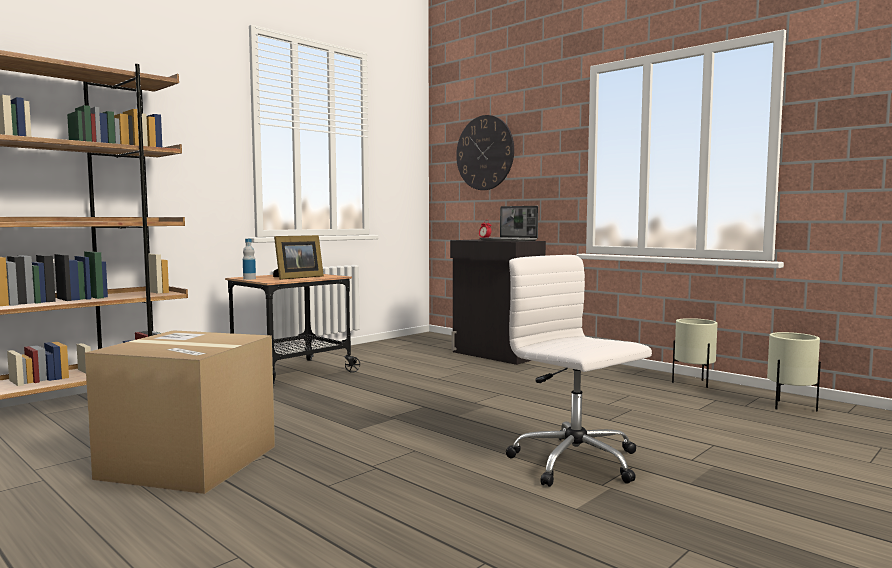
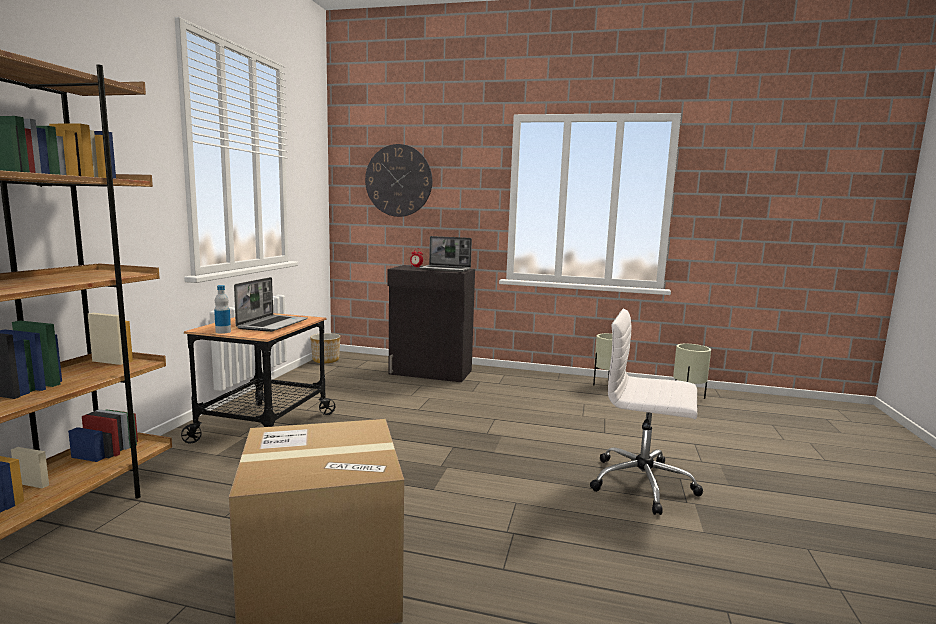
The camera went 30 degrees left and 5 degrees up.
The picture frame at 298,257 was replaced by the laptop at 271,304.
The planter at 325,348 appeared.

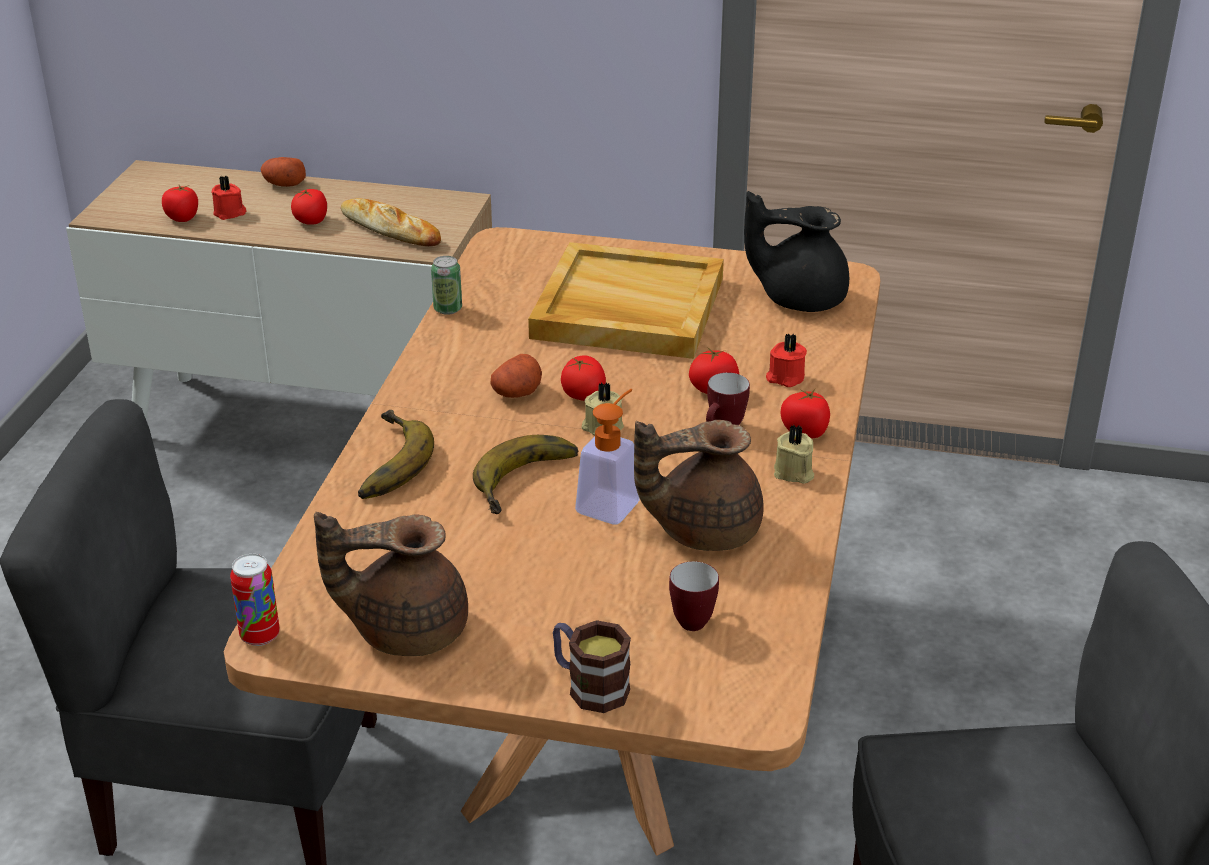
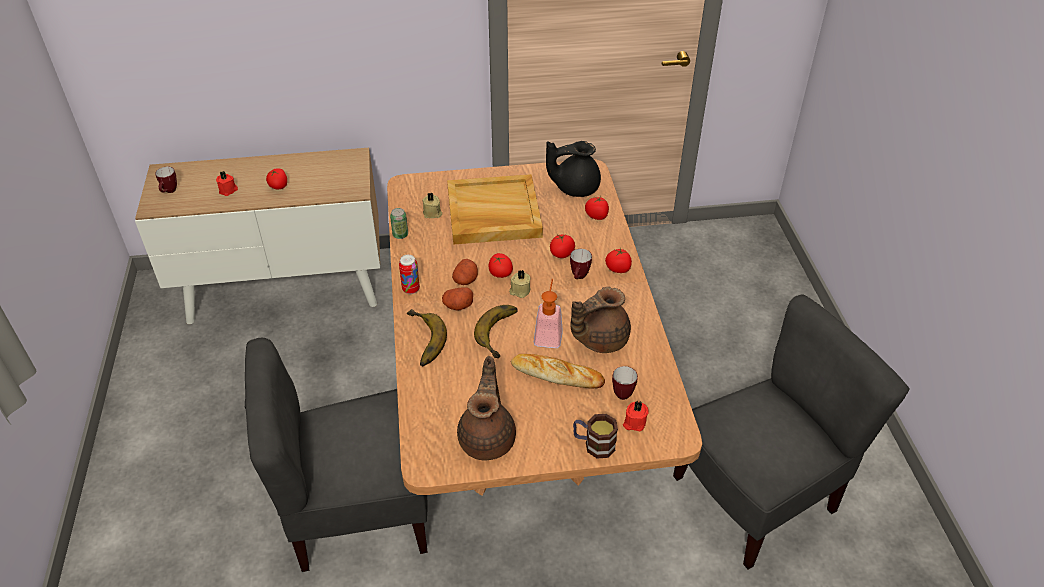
The camera went 20 degrees left and 10 degrees up.
The tomato moved from 180,203 to 597,208.
The can moved from 255,600 to 409,274.
The potato moved from 283,172 to 457,299.
The brown teapot at 391,584 turned 120 degrees clockwise.
The bread moved from 391,222 to 558,371.
The red candle moved from 786,360 to 636,415.
The beige candle moved from 794,454 to 432,205.
The mug at 166,179 appeared.

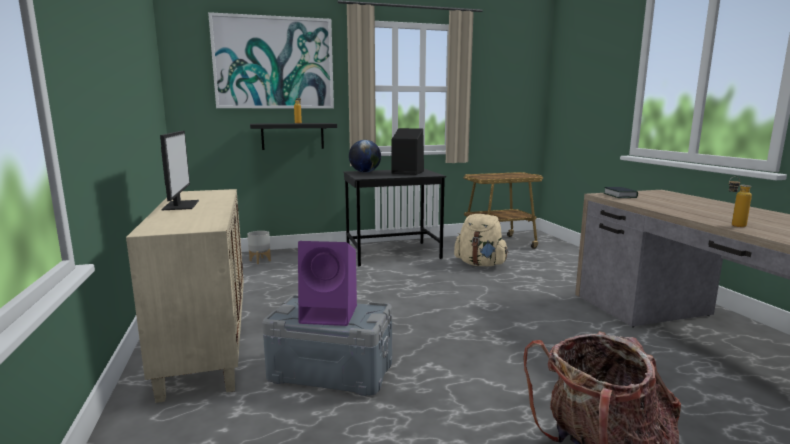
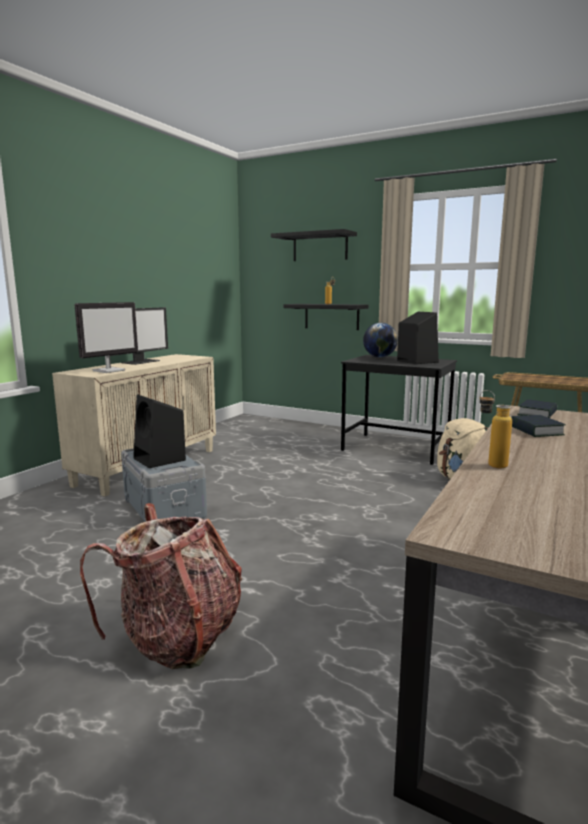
The camera went 45 degrees right and 0 degrees up.
The picture at 271,60 was replaced by the black shelf at 314,245.
The grey planter at 259,247 disappeared.
The purple speaker at 327,283 became the black speaker at 159,431.
The monitor at 106,337 appeared.
The book at 538,426 appeared.

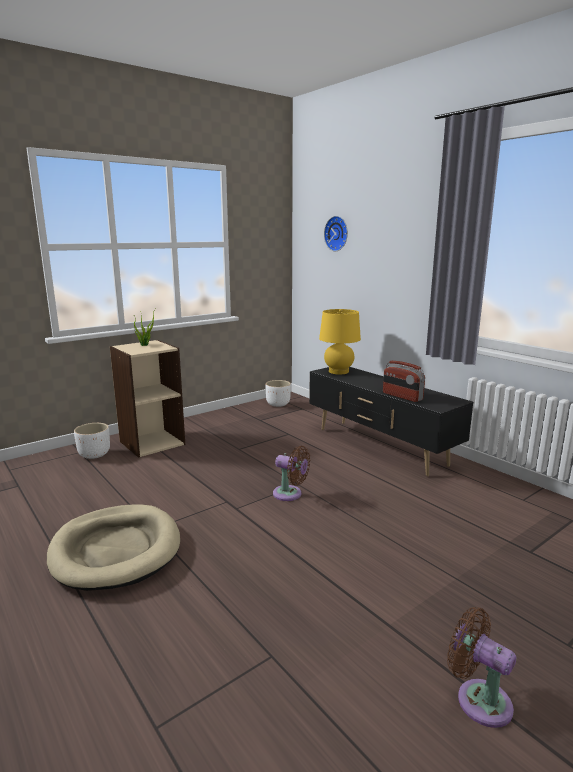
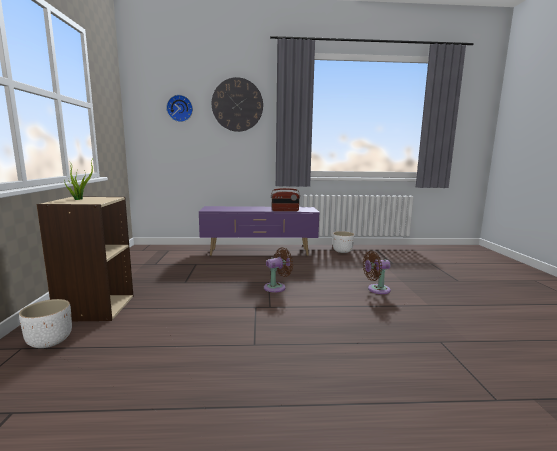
The camera went 55 degrees left and 5 degrees down.
The beige dog bed at 113,547 disappeared.
The white planter moved from 278,393 to 343,242.
The black tv stand at 391,421 became the purple tv stand at 259,231.
The yellow table lamp at 340,341 disappeared.
The brown fan moved from 481,667 to 377,272.
The wall clock at 237,104 appeared.

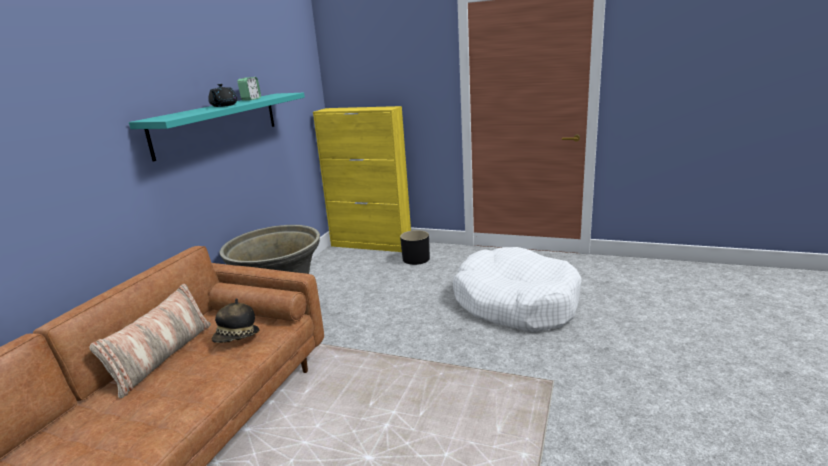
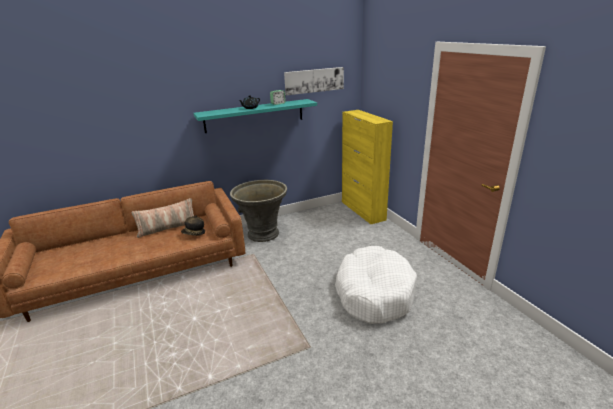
The camera went 45 degrees right and 5 degrees up.
The black planter at 415,247 disappeared.
The picture at 314,81 appeared.

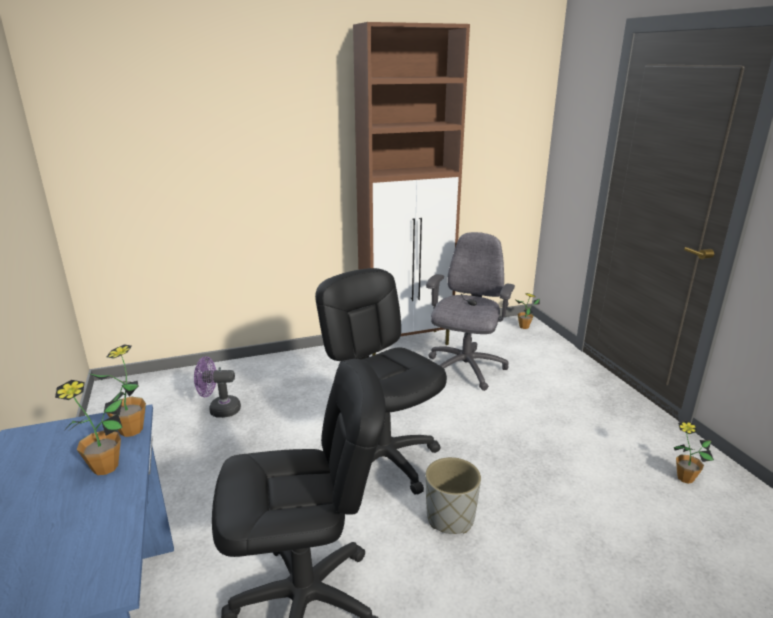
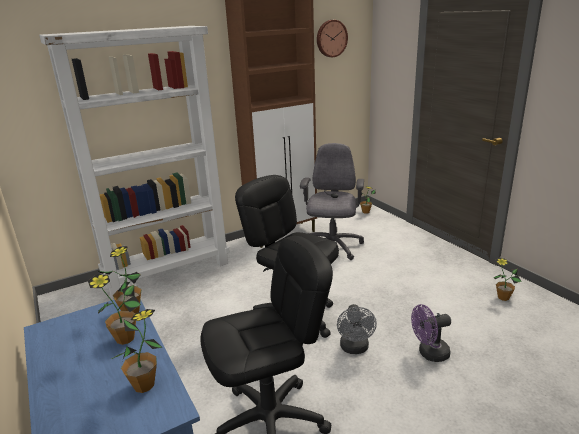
The camera went 10 degrees left and 0 degrees up.
The purple fan moved from 217,387 to 431,333.
The grey planter at 453,495 was replaced by the grey fan at 357,329.
The white bookcase at 134,162 appeared.
The potted plant at 137,351 appeared.
The wall clock at 332,38 appeared.

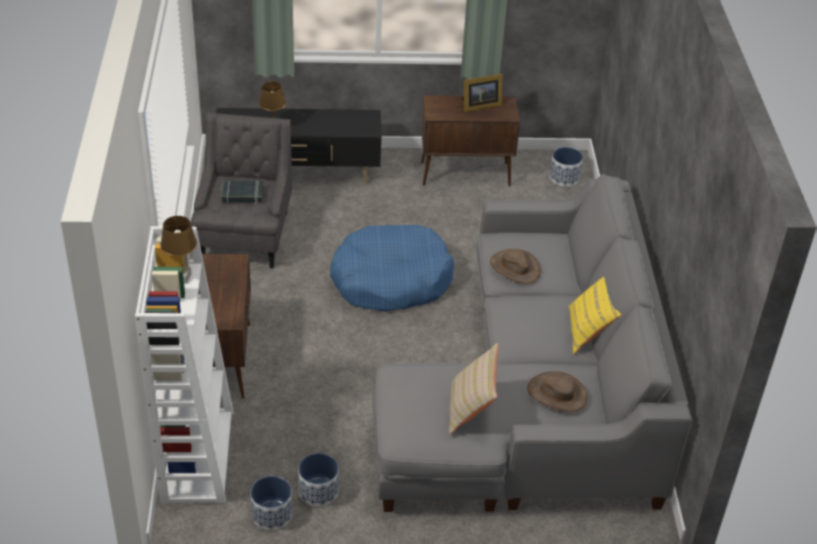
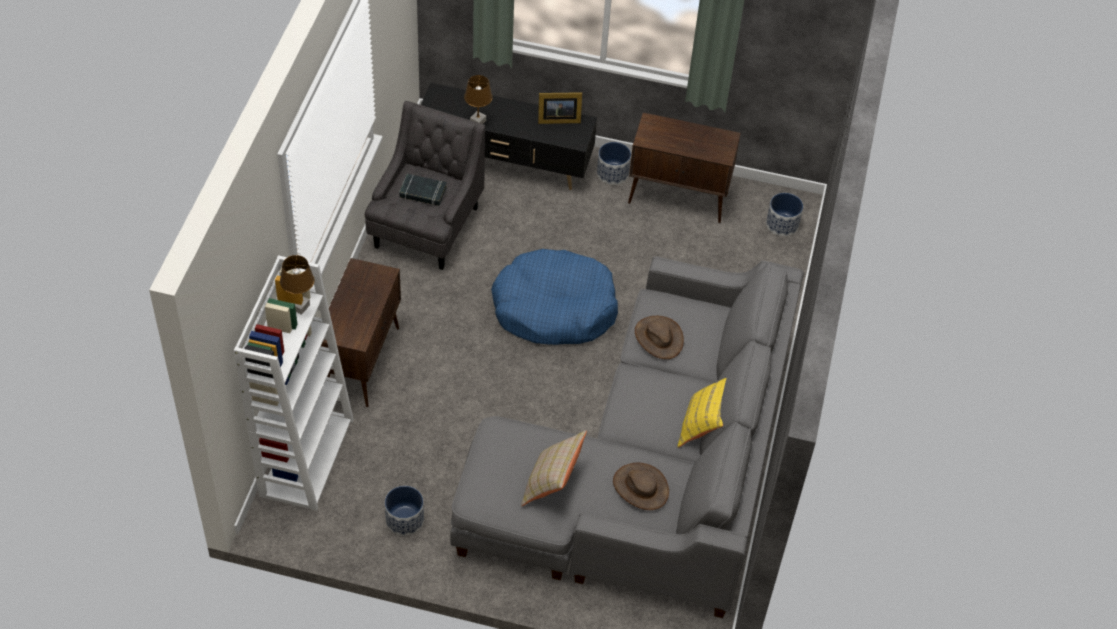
The camera went 15 degrees right and 10 degrees up.
The planter moved from 271,503 to 614,163.
The picture frame moved from 482,93 to 560,108.

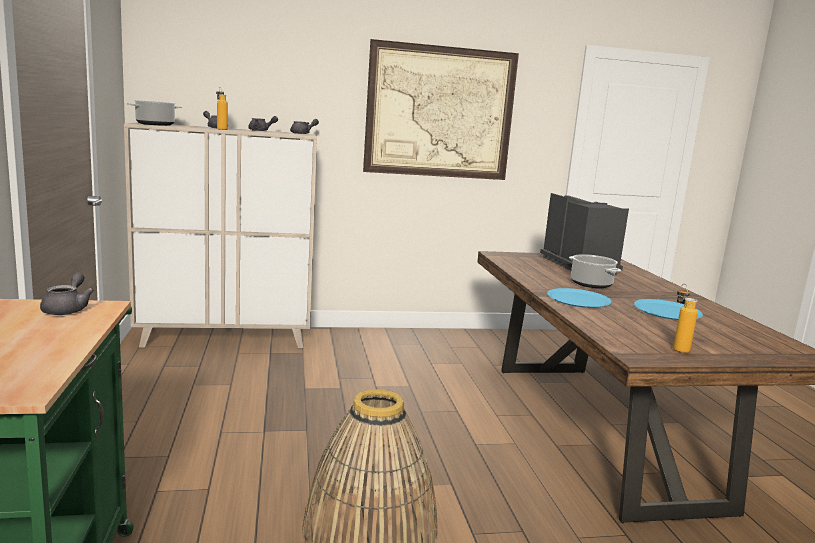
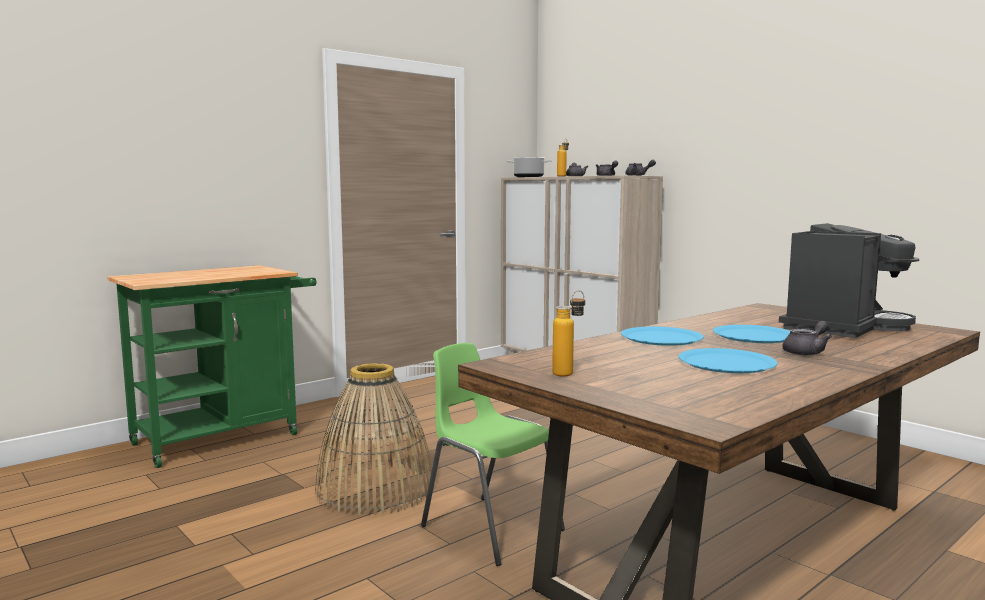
The camera went 60 degrees right and 5 degrees down.
The grey teapot moved from 67,293 to 807,338.
The picture at 441,109 disappeared.
The cooking pot at 595,271 was replaced by the blue plate at 751,334.
The green chair at 493,454 appeared.

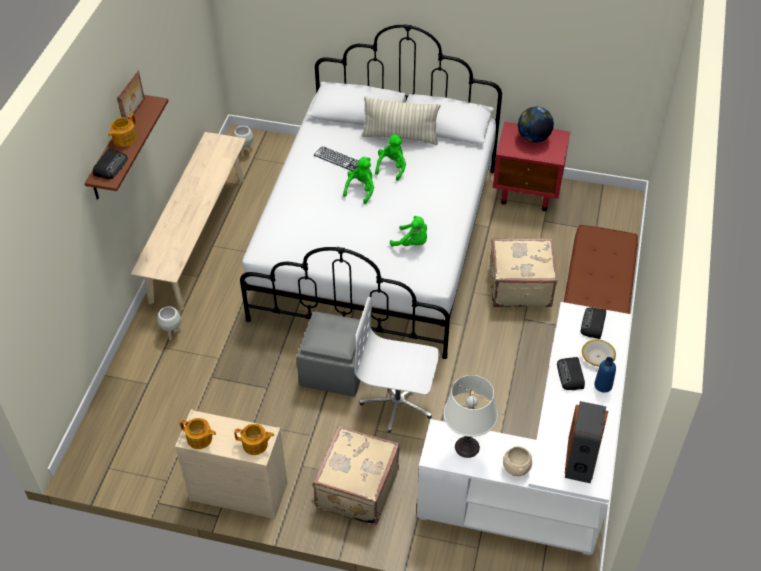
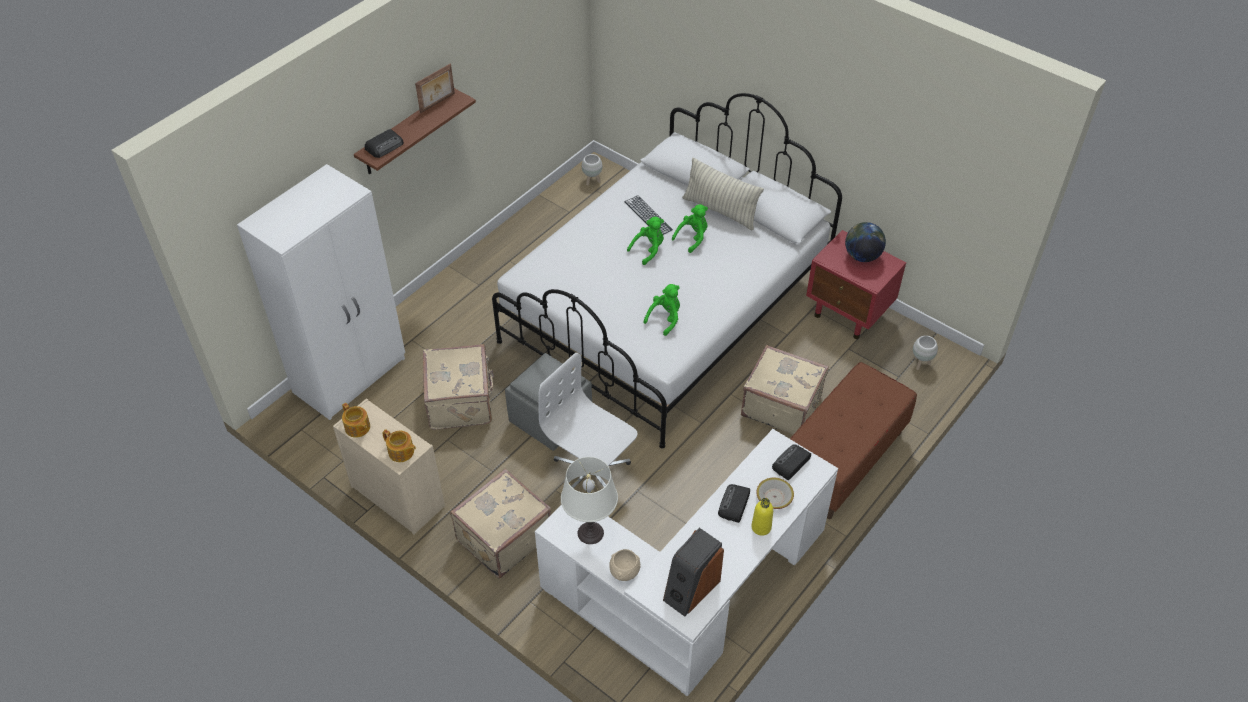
The camera went 25 degrees right and 0 degrees up.
The teapot at 122,130 disappeared.
The beige bench at 188,221 disappeared.
The white planter moved from 169,323 to 925,352.
The green plush toy at 408,231 turned 105 degrees counterclockwise.
The blue bottle at 605,375 became the yellow bottle at 762,517.
The white wardrobe at 321,292 appeared.
The beige suitcase at 458,387 appeared.

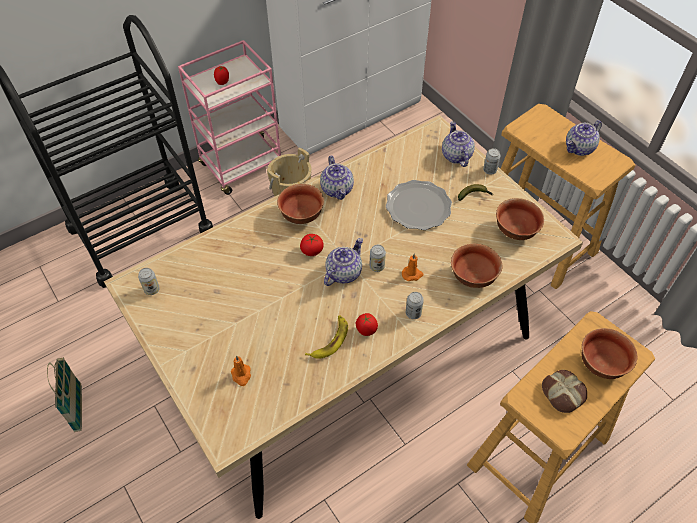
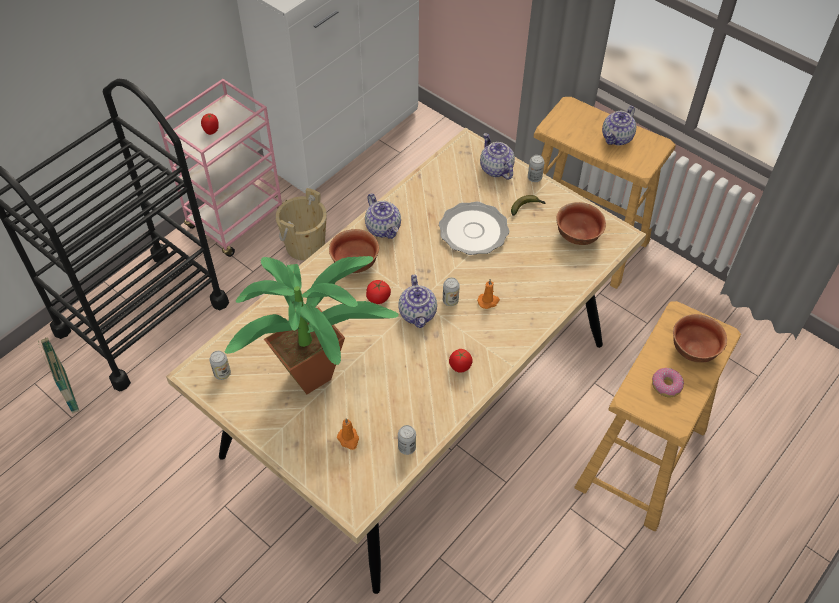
The camera went 15 degrees left and 0 degrees up.
The basket moved from 64,394 to 58,375.
The banana at 326,337 disappeared.
The teapot at 343,262 turned 150 degrees clockwise.
The can moved from 415,305 to 407,440.
The bowl at 477,266 disappeared.
The bread at 564,391 was replaced by the donut at 668,382.
The potted plant at 312,325 appeared.

